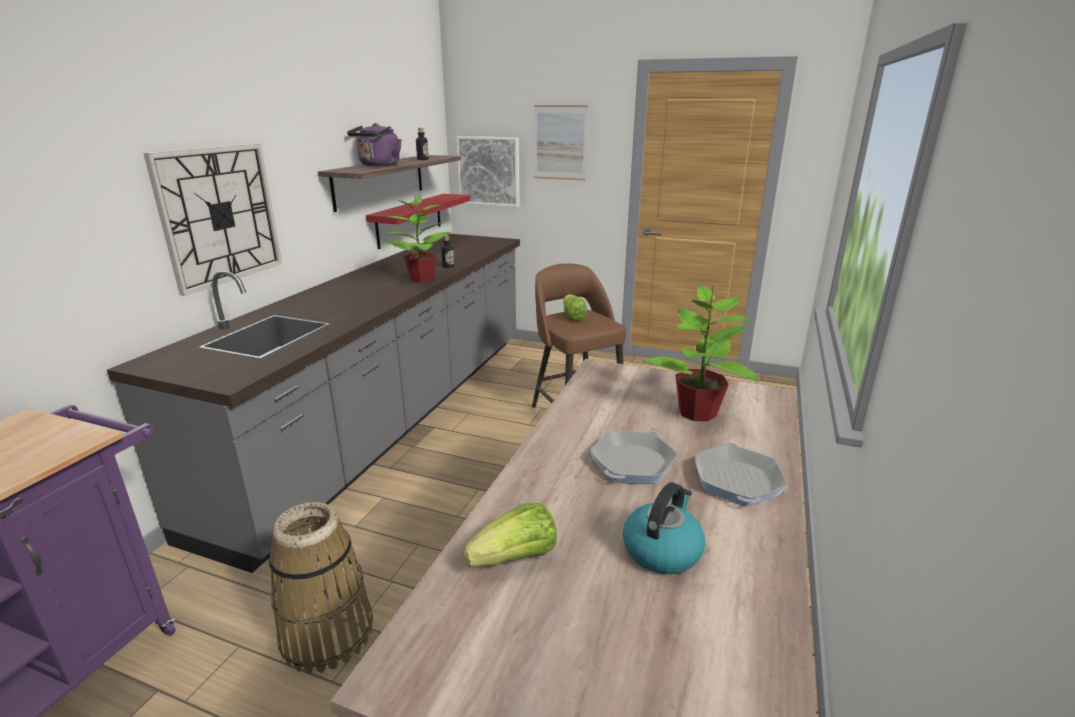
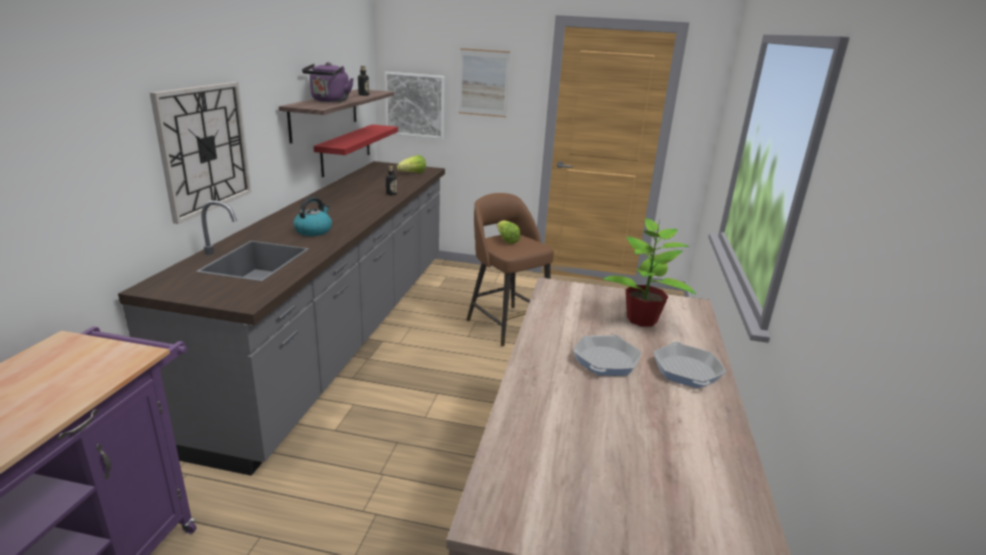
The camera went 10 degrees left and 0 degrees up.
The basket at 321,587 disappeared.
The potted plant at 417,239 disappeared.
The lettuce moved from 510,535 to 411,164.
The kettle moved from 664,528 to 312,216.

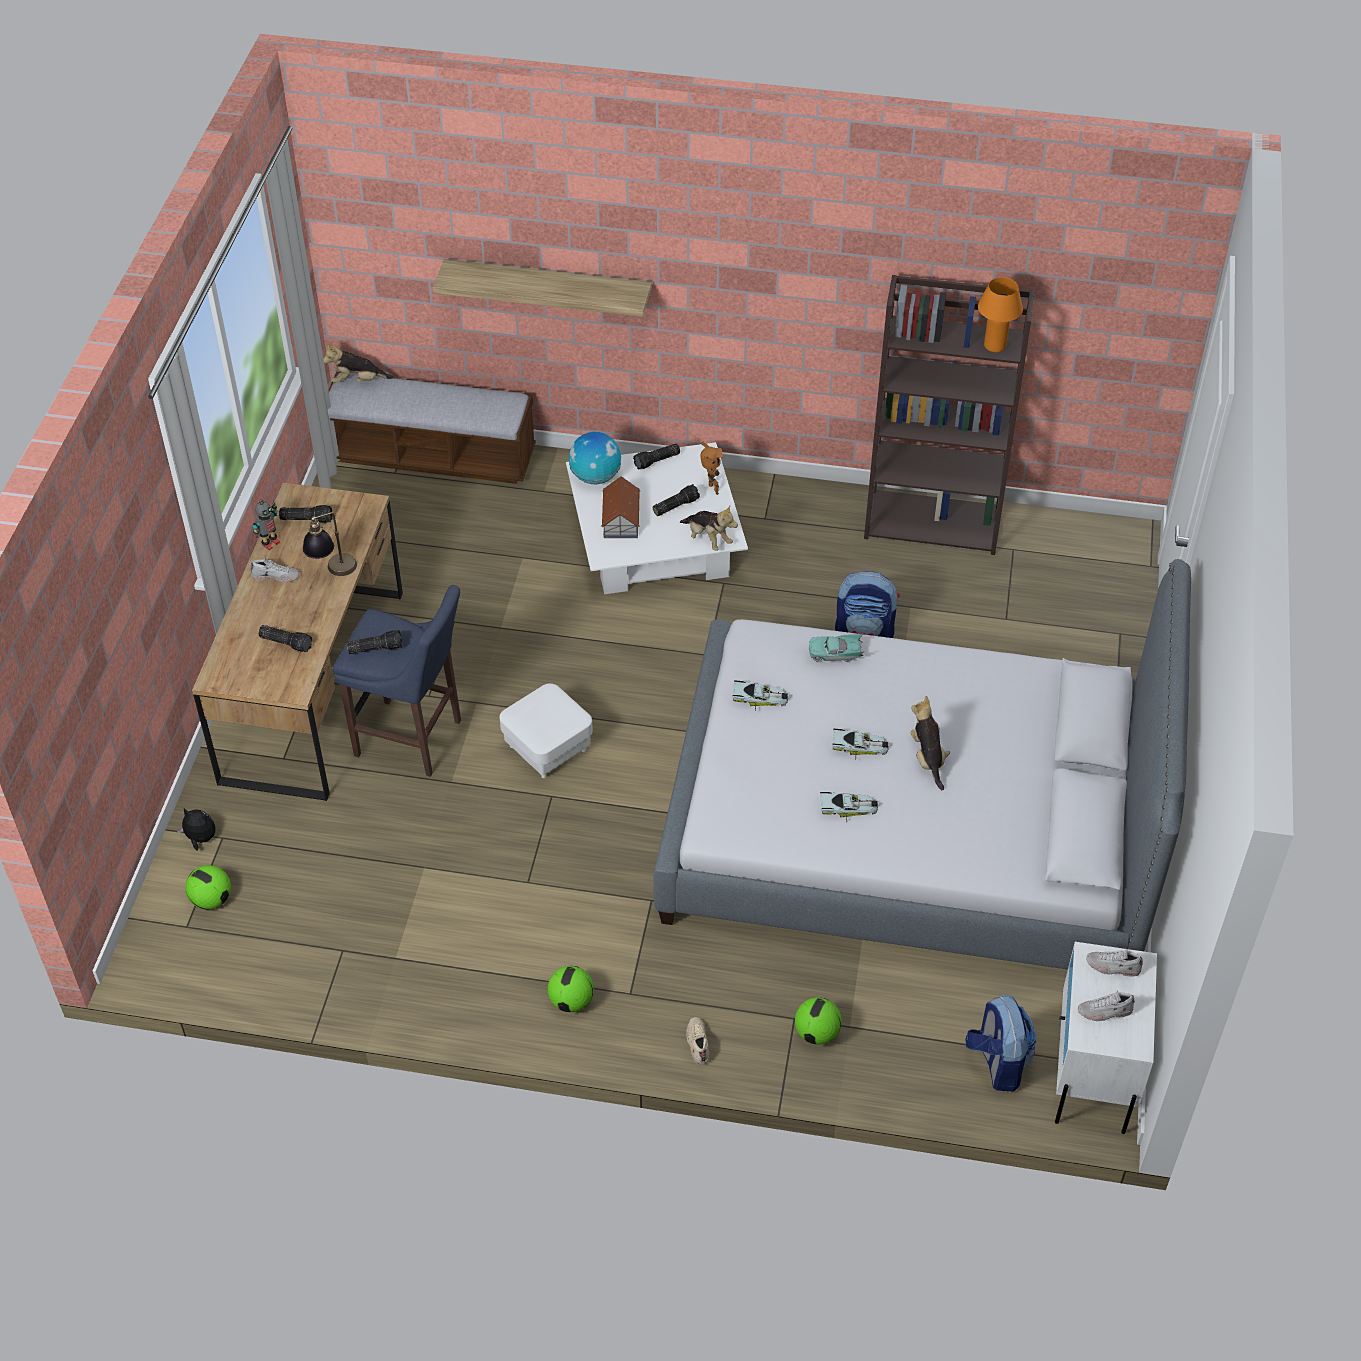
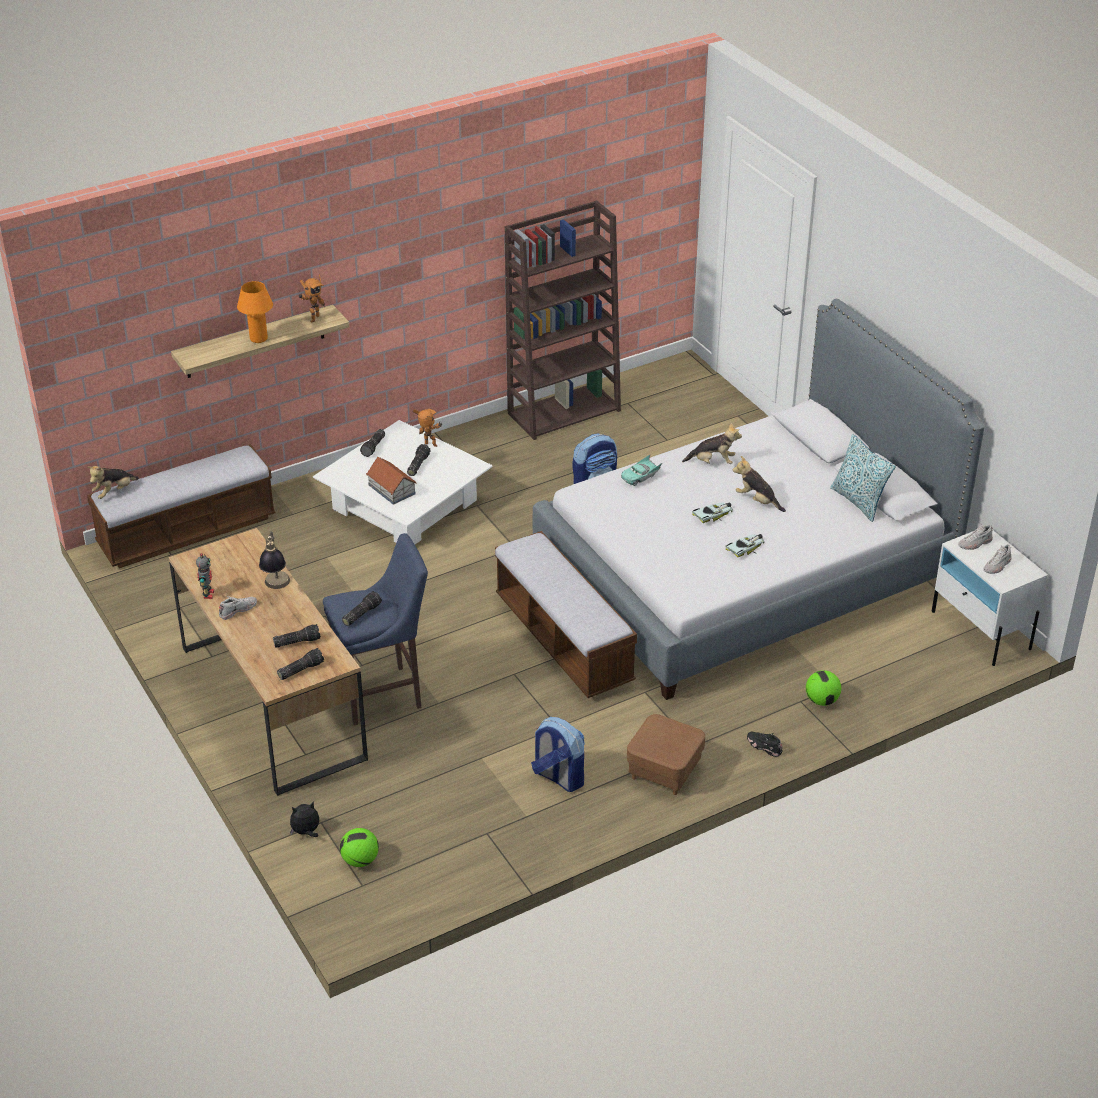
The camera went 40 degrees left and 10 degrees down.
The flashlight moved from 305,514 to 300,664.
The white ottoman at 546,730 disappeared.
The football at 571,989 was replaced by the brown ottoman at 666,754.
The globe at 595,458 disappeared.
The plush toy moved from 709,528 to 712,443.
The beige shoe at 697,1041 became the black shoe at 765,744.
The toy car at 760,695 disappeared.
The backpack moved from 1000,1043 to 558,754.
The orange table lamp moved from 1000,314 to 255,312.
The toy robot at 312,298 appeared.
The bench at 566,614 appeared.
The pillow at 863,478 appeared.

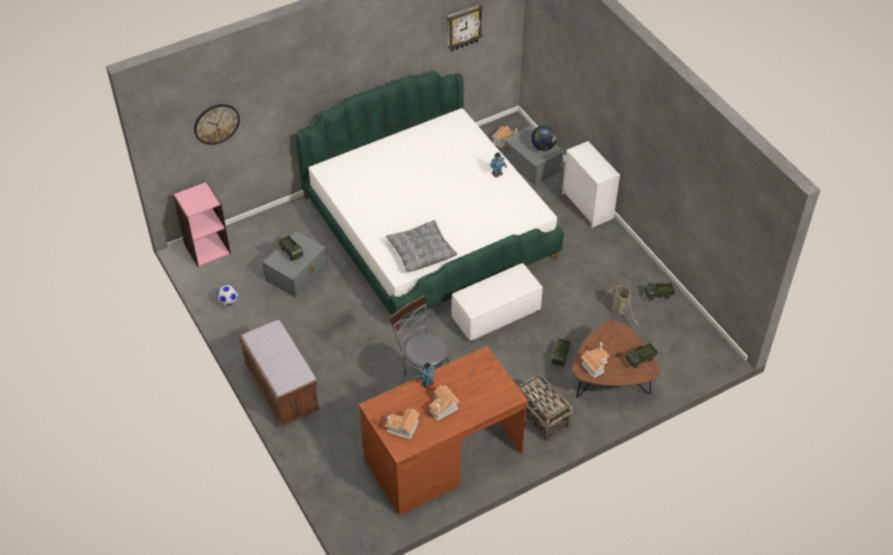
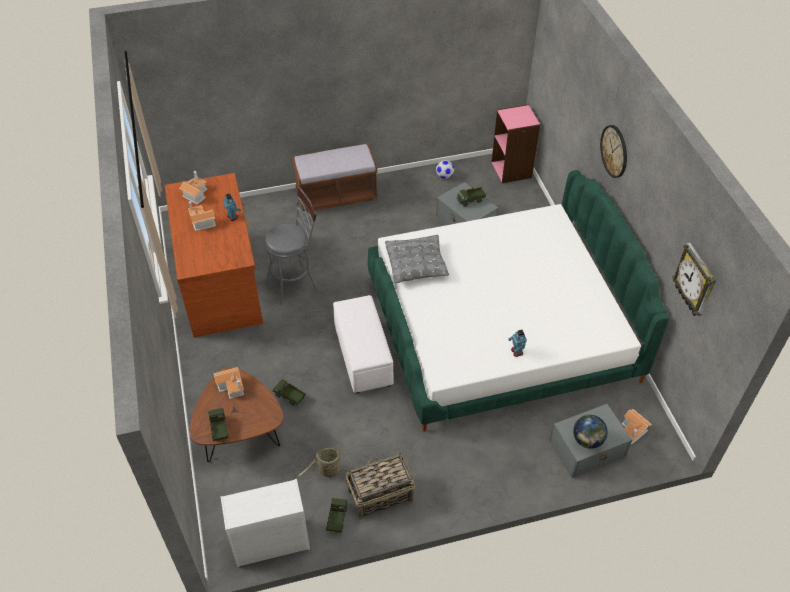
The camera went 105 degrees right and 0 degrees up.
The wall clock moved from 217,124 to 613,151.
The basket moved from 545,407 to 380,486.
The white dresser moved from 591,184 to 265,523.

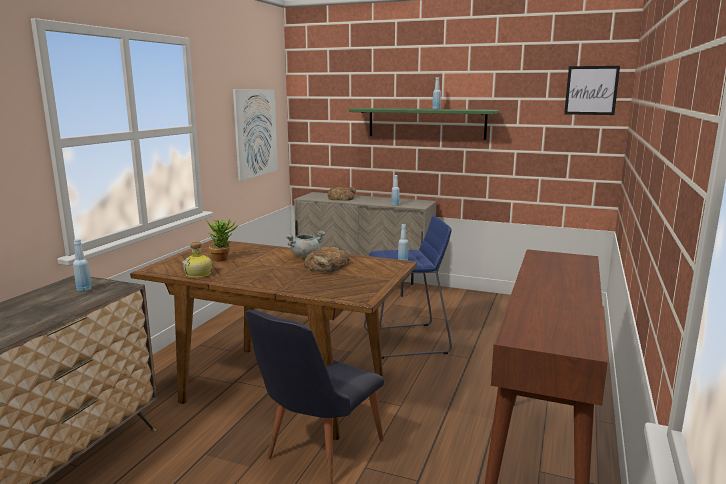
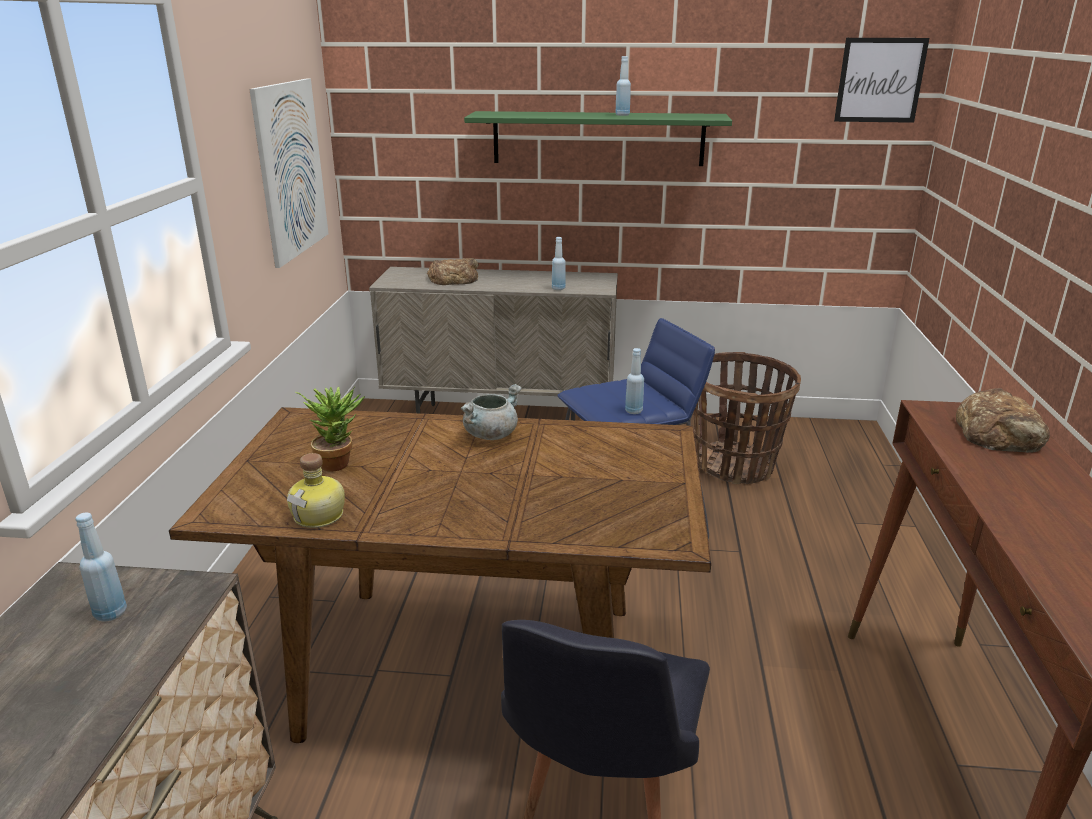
The camera went 15 degrees left and 10 degrees up.
The bread moved from 327,259 to 1003,420.
The basket at 747,418 appeared.

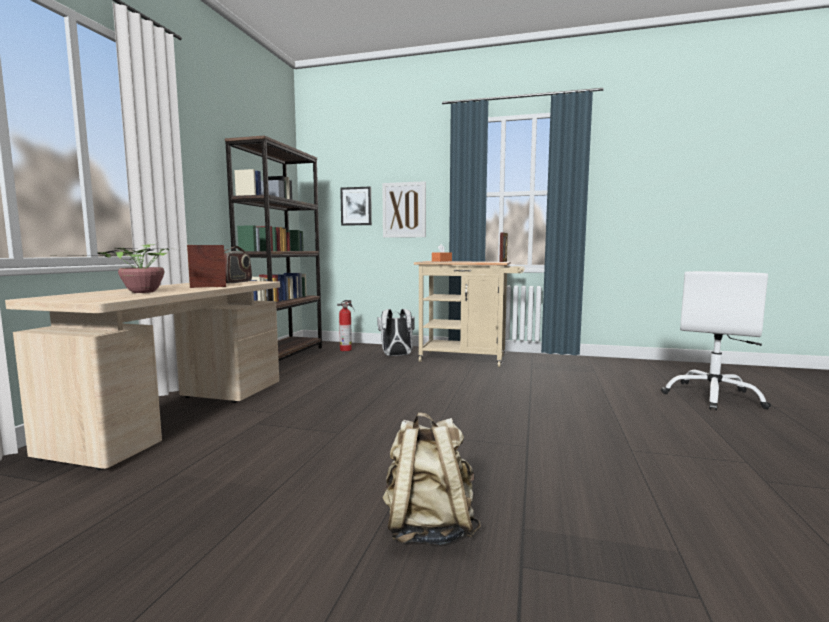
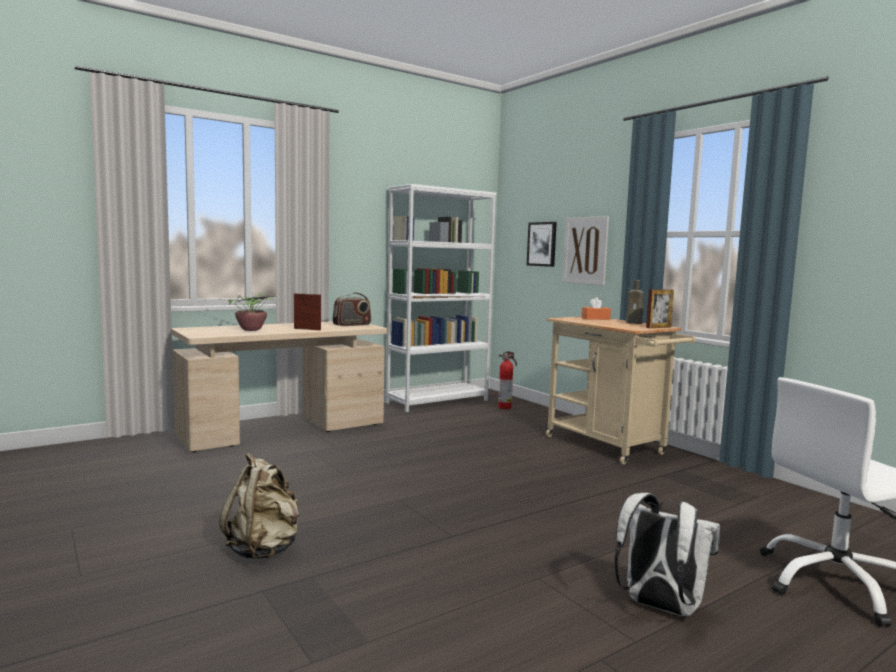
The camera went 40 degrees right and 0 degrees up.
The brown bookcase at 273,248 became the white bookcase at 441,298.
The white backpack moved from 396,332 to 667,554.
The brown bottle at 635,302 appeared.

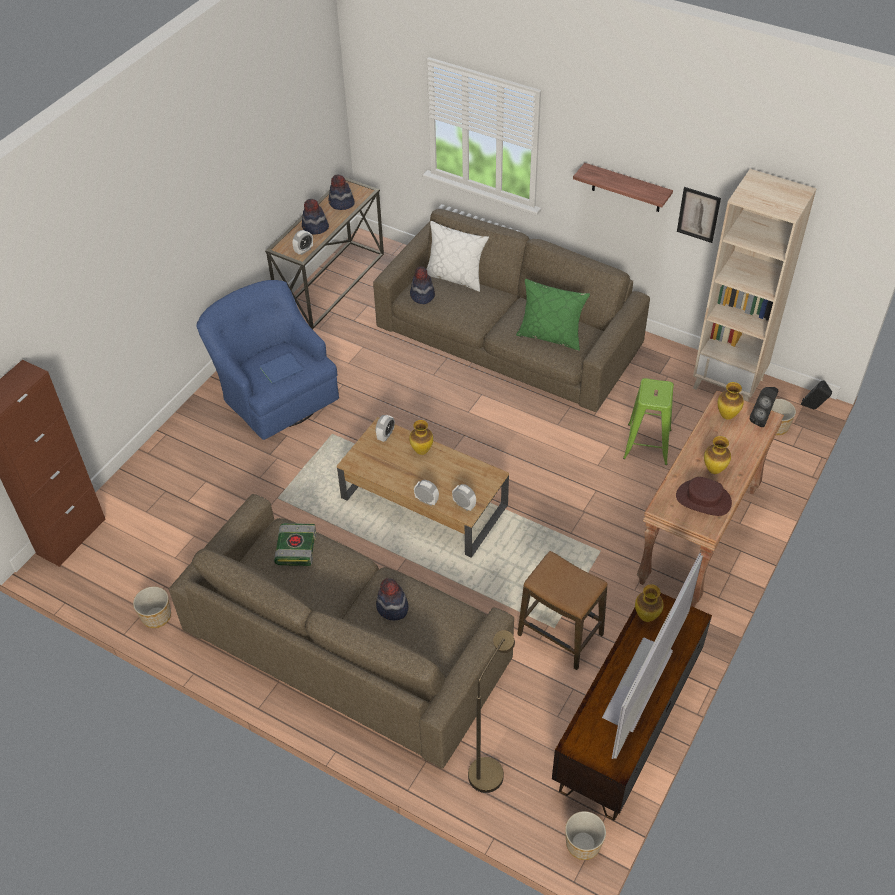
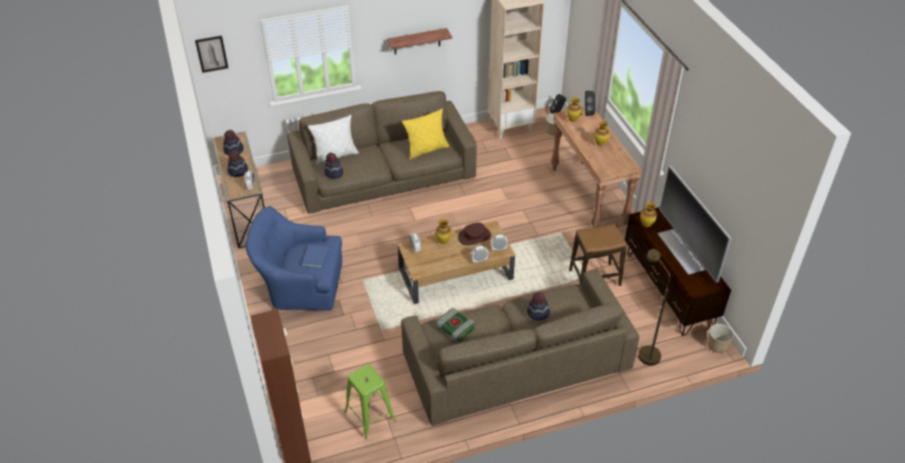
The camera went 50 degrees left and 5 degrees down.
The planter at 152,607 disappeared.
The green pillow at 553,315 became the yellow pillow at 425,134.
The green stool moved from 648,421 to 370,401.
The brown hat moved from 704,496 to 474,233.
The picture moved from 699,215 to 211,54.

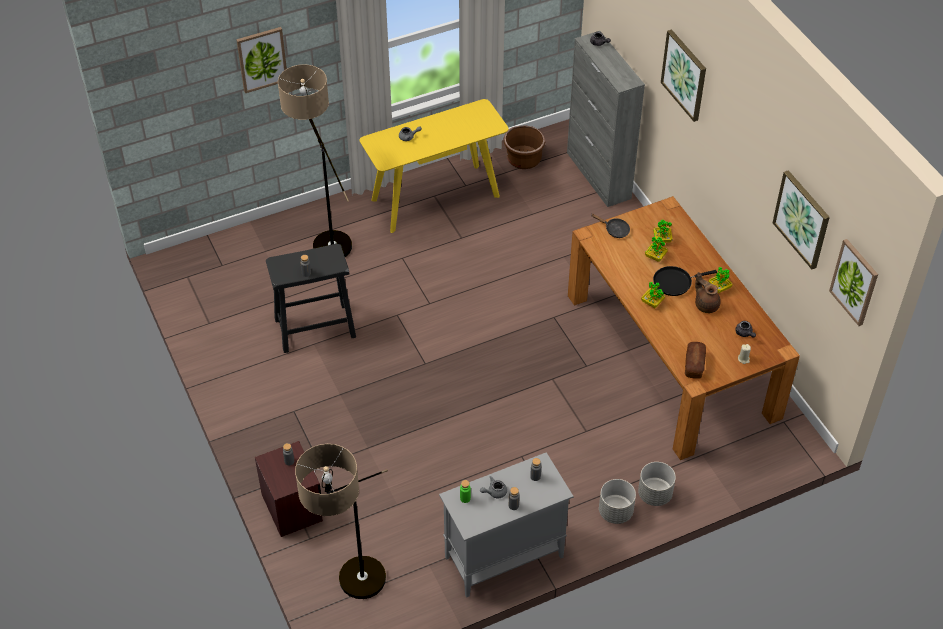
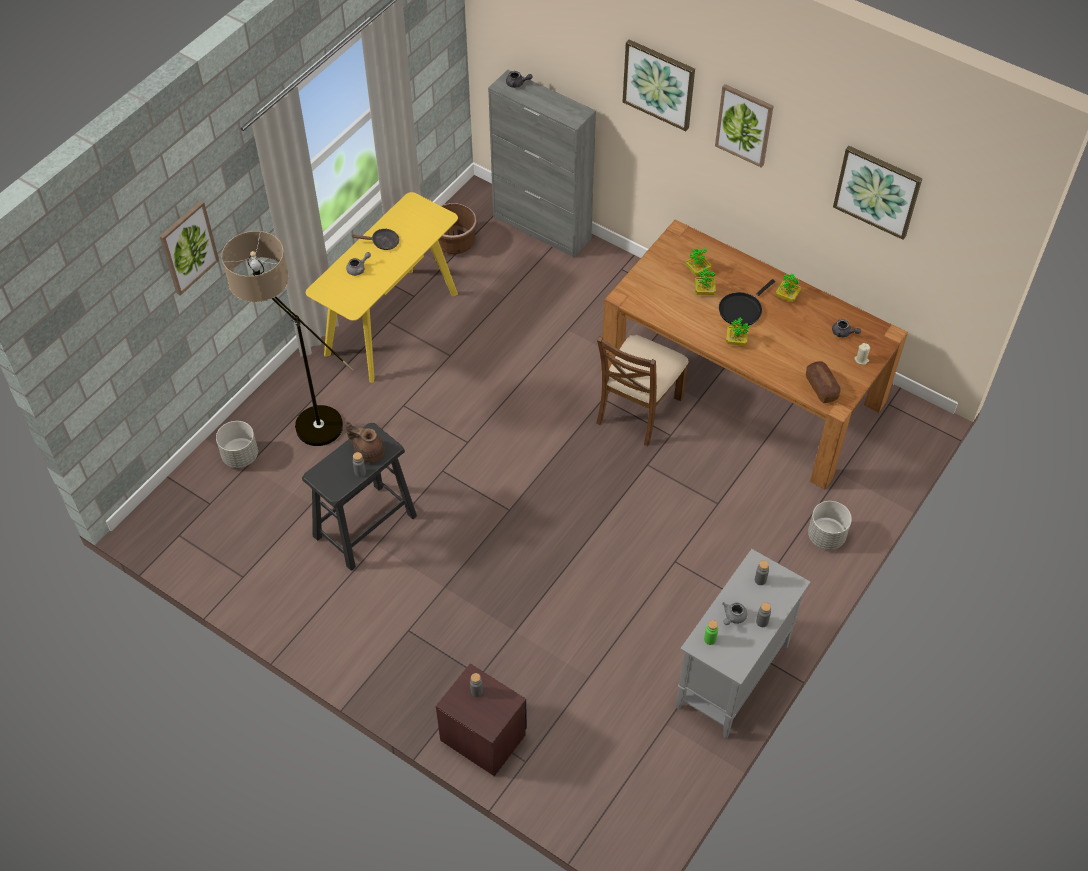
The camera went 30 degrees left and 5 degrees up.
The floor lamp at 341,521 disappeared.
The black frying pan moved from 610,226 to 375,239.
The grey planter moved from 617,501 to 237,444.
The brown teapot moved from 708,292 to 365,442.
The picture moved from 853,282 to 744,126.
The brown chair at 642,390 appeared.

